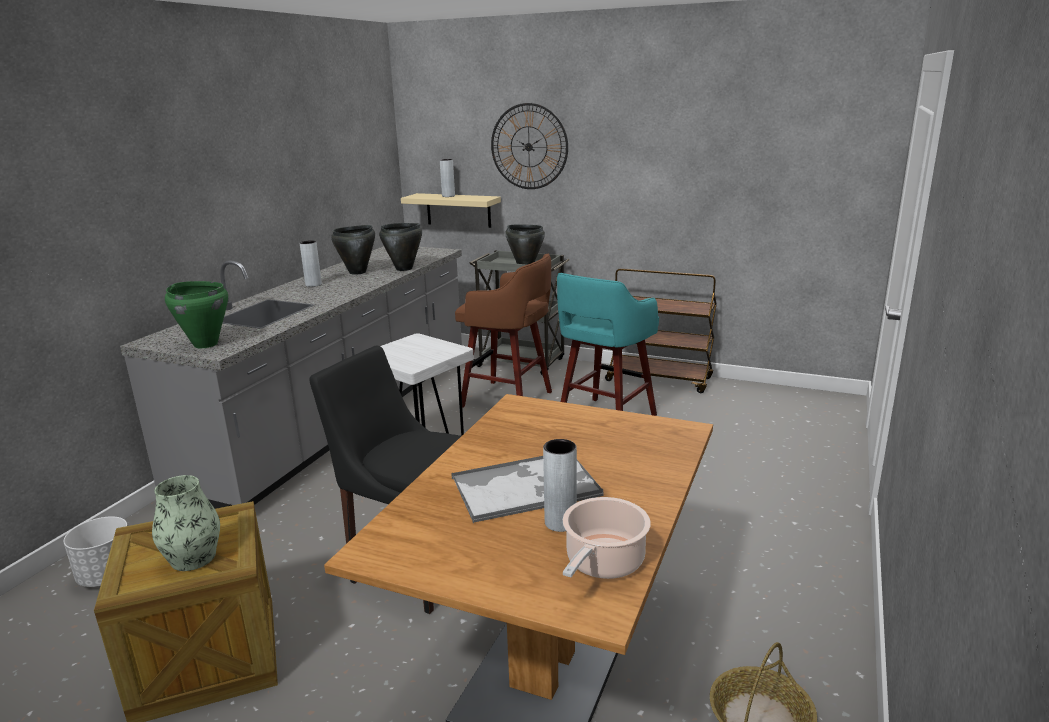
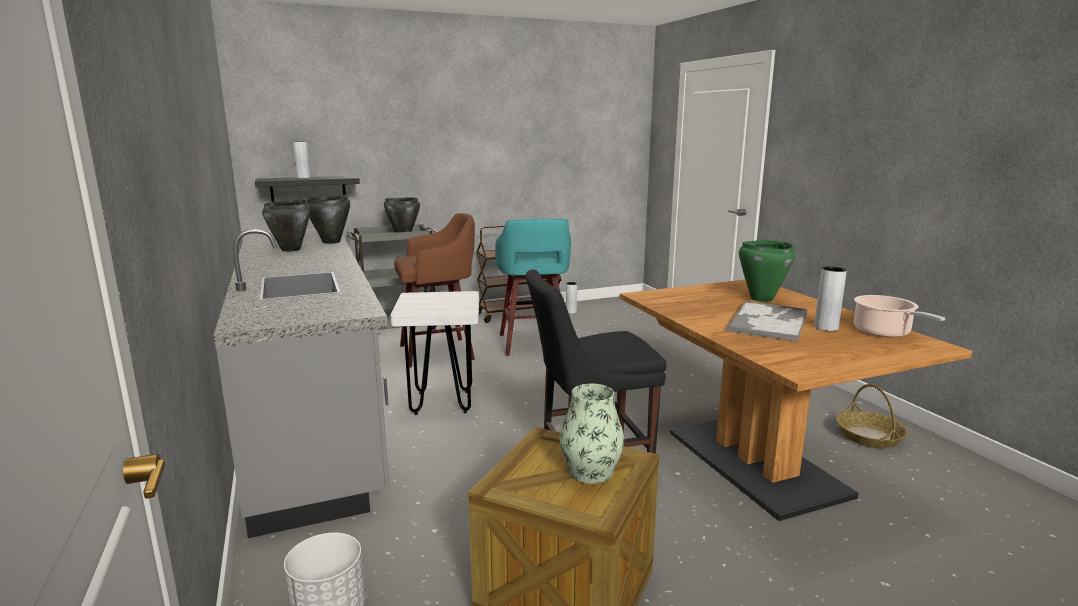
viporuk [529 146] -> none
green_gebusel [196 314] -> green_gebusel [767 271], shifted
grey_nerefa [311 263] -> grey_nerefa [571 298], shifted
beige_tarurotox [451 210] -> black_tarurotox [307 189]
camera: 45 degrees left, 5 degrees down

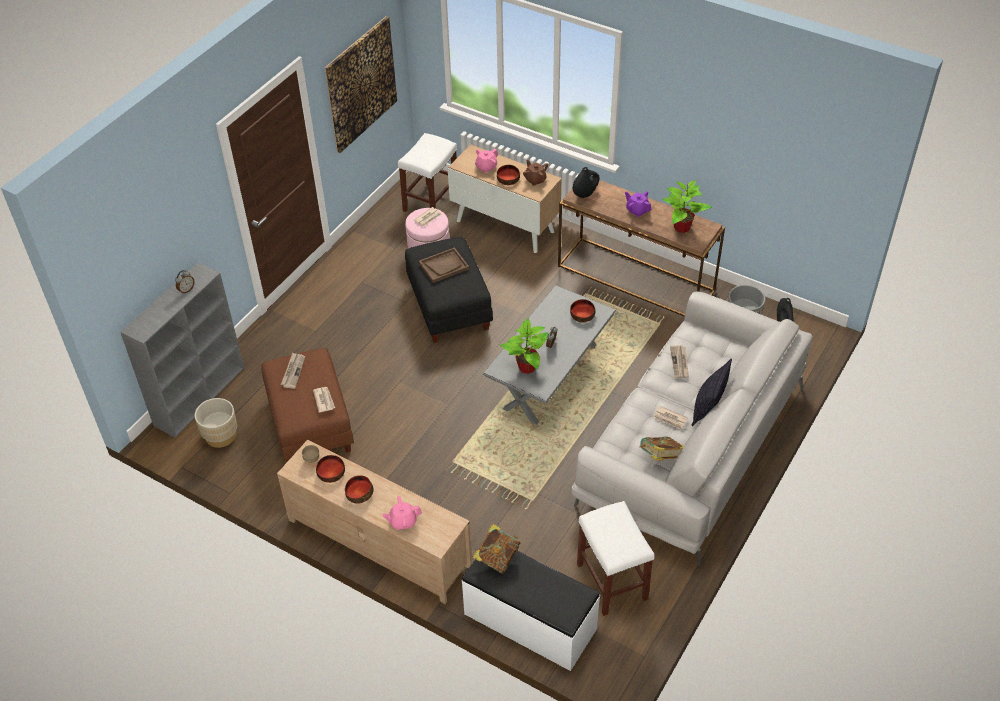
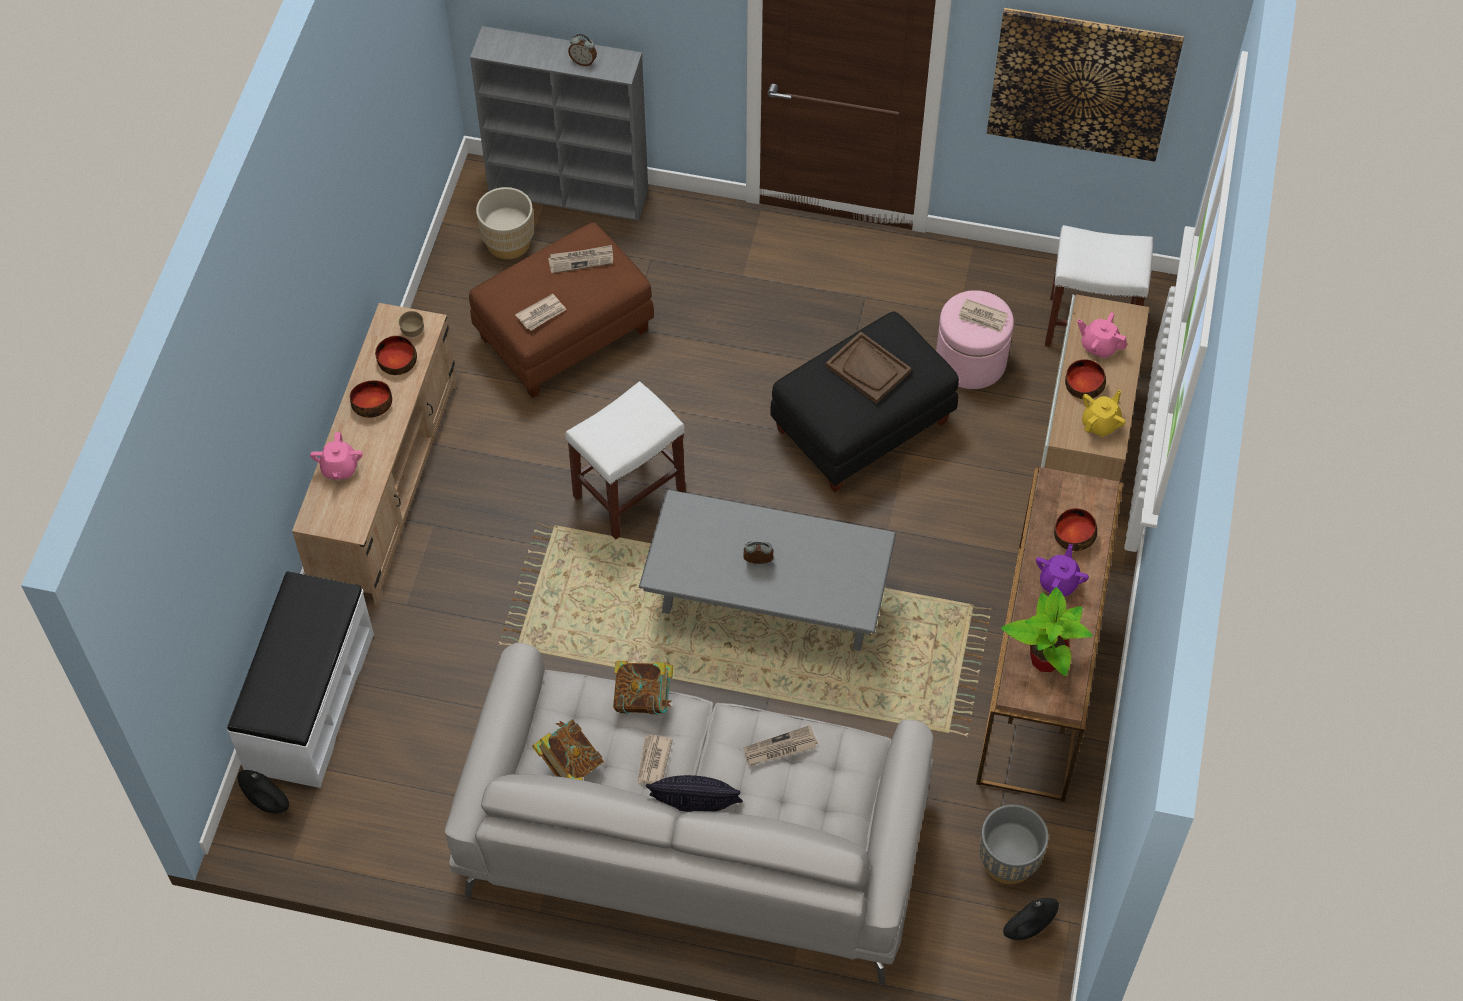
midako [524 346] -> none
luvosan [496 548] -> luvosan [643 687], shifted
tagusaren [582 311] -> tagusaren [1075 529], shifted
black_nerefa [586 182] -> black_nerefa [263 791], shifted
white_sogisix [616 558] -> white_sogisix [625 460], shifted
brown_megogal [535 173] -> yellow_megogal [1104 413]
pink_megogal [402 513] -> pink_megogal [336 456], 150 degrees counterclockwise
camera: 70 degrees right, 10 degrees up

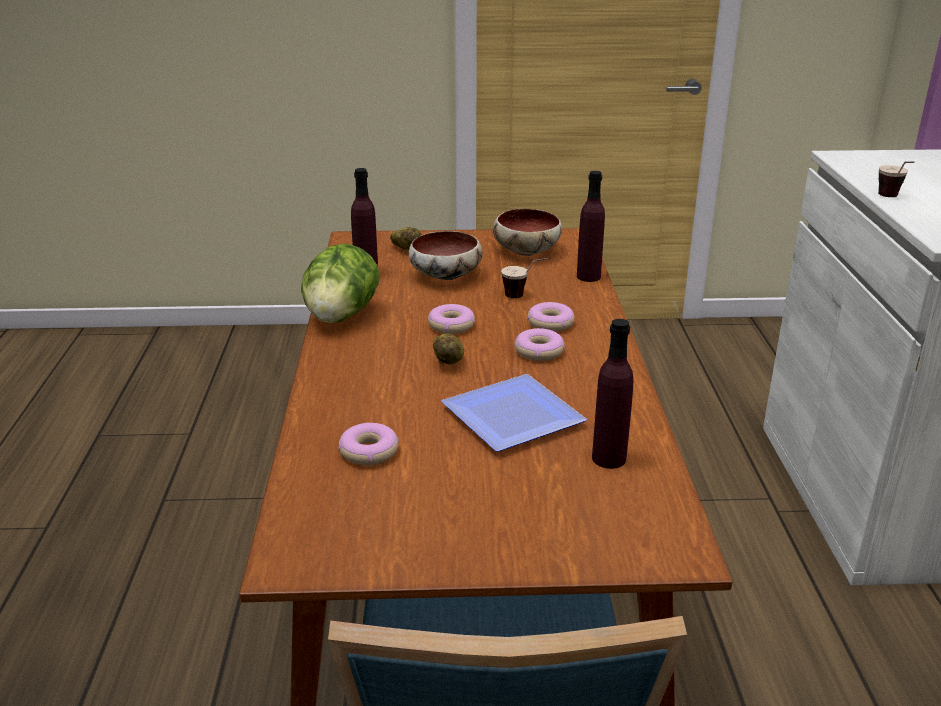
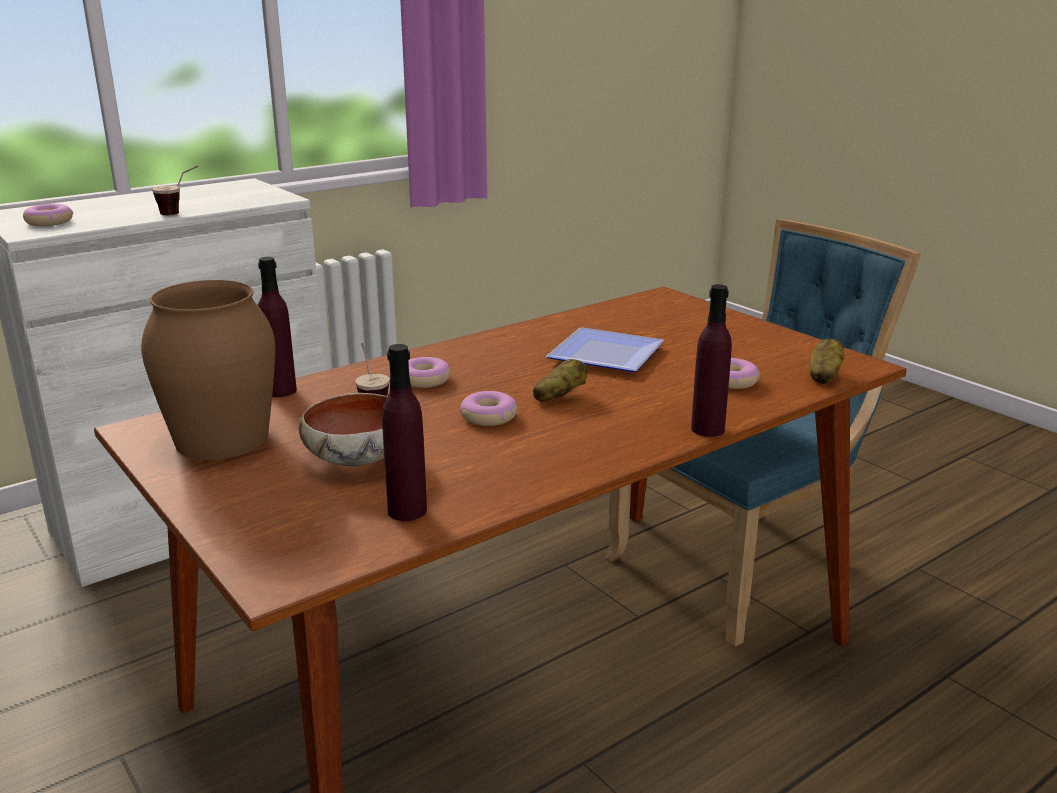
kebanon [340 283] -> none
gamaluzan [406 238] -> gamaluzan [826 361], shifted
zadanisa [539 344] -> zadanisa [48 215], shifted
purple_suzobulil [613 394] -> purple_suzobulil [711 360], shifted
tagusaren [527 232] -> brown_nerefa [208 370]
camera: 125 degrees left, 5 degrees down

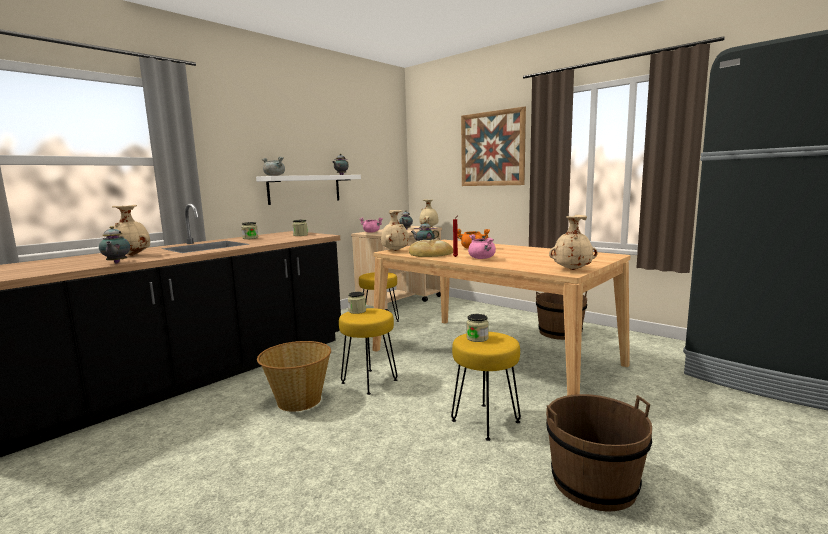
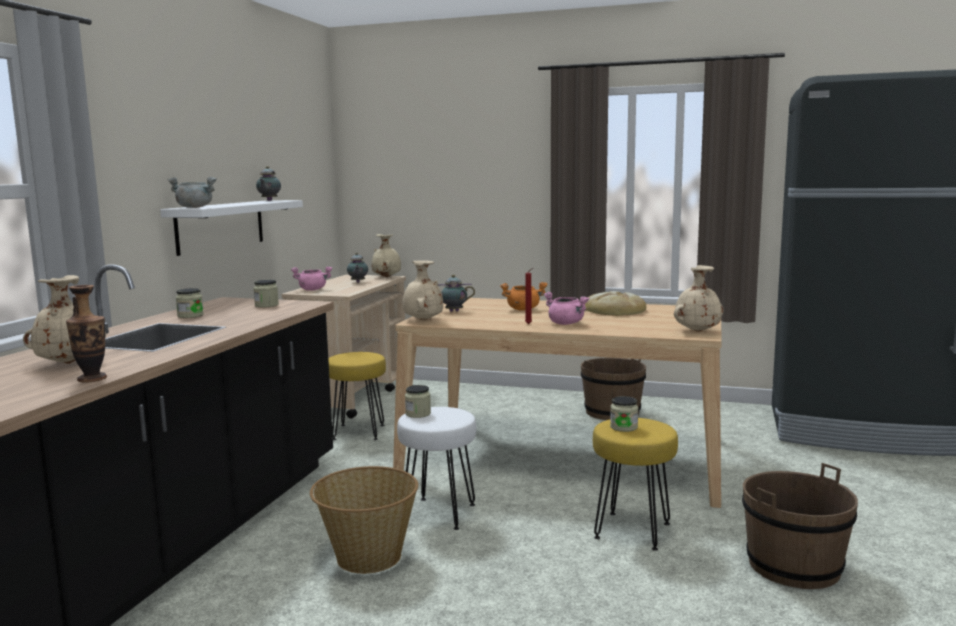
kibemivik [493 146] -> none
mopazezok [431 248] -> mopazezok [615 303], shifted
megogal [114 244] -> nerefa [86 333]
yellow_sogisix [368 351] -> white_sogisix [436 468]
camera: 25 degrees left, 0 degrees up

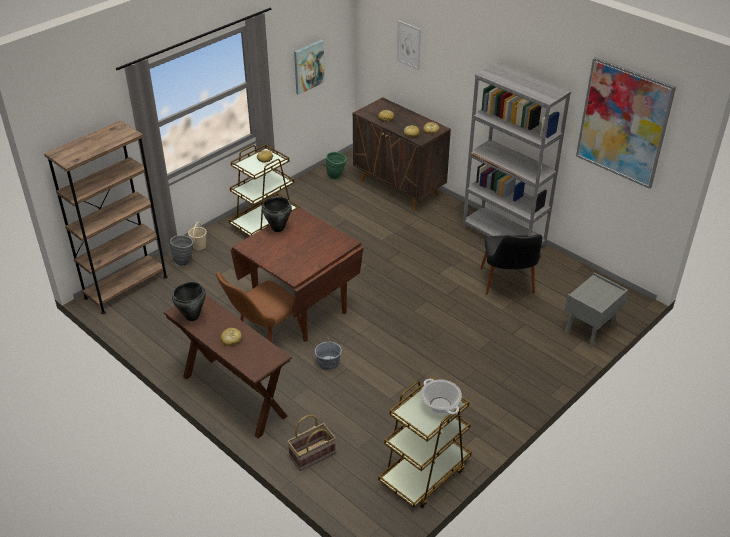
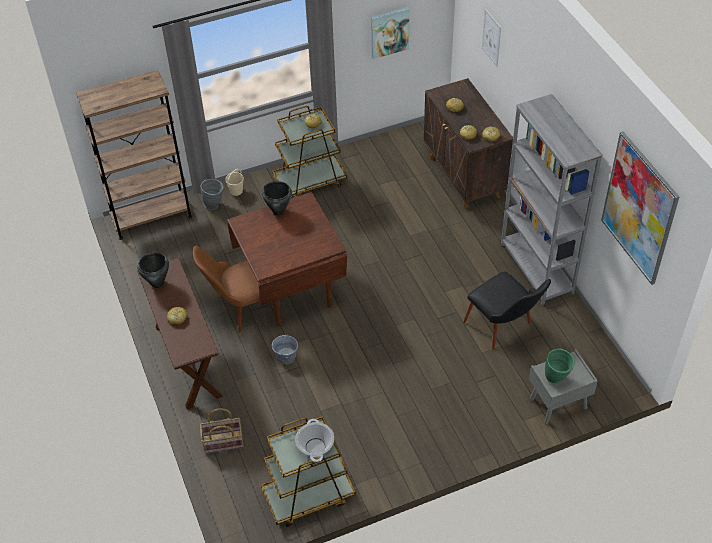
green_nerefa [336 166] -> green_nerefa [560 366], shifted
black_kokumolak [511 264] -> black_kokumolak [507 310], 60 degrees counterclockwise
camera: 25 degrees right, 10 degrees up

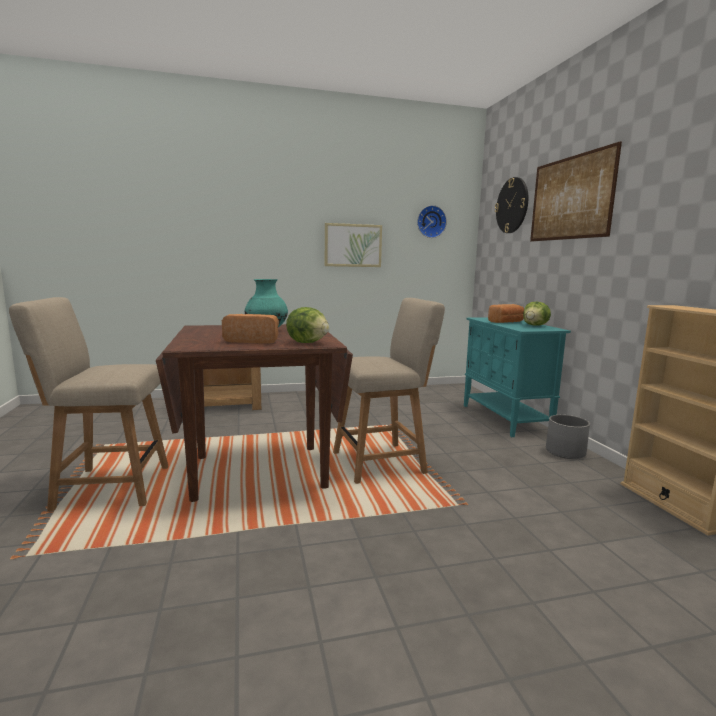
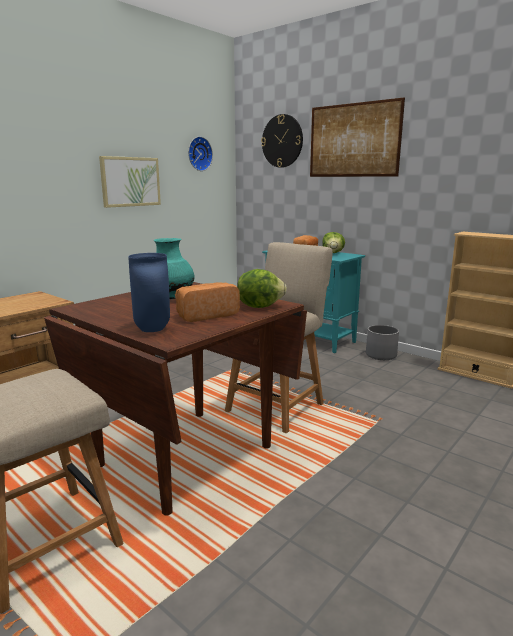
none -> blue_nerefa [149 292]
camera: 35 degrees left, 5 degrees up

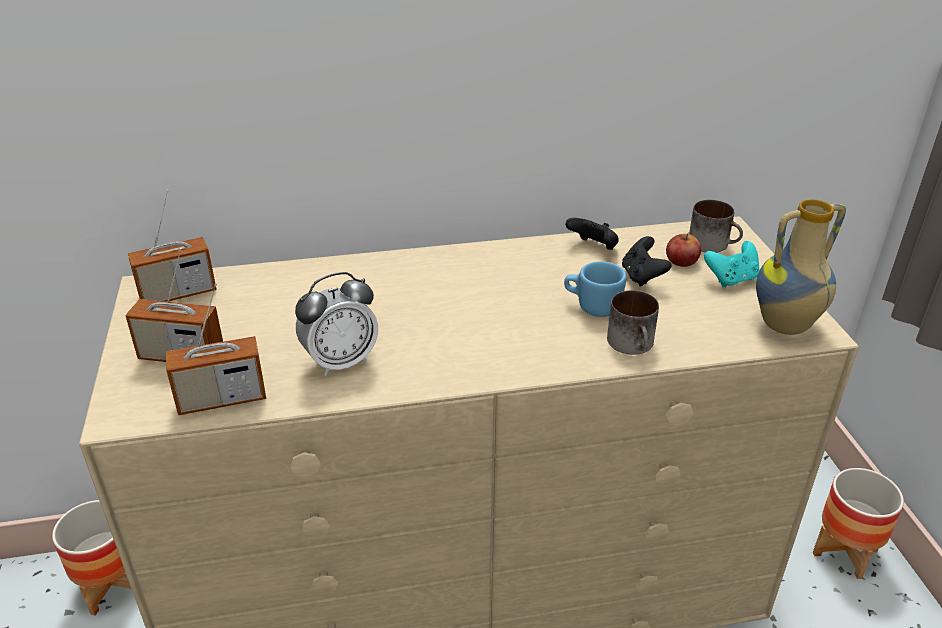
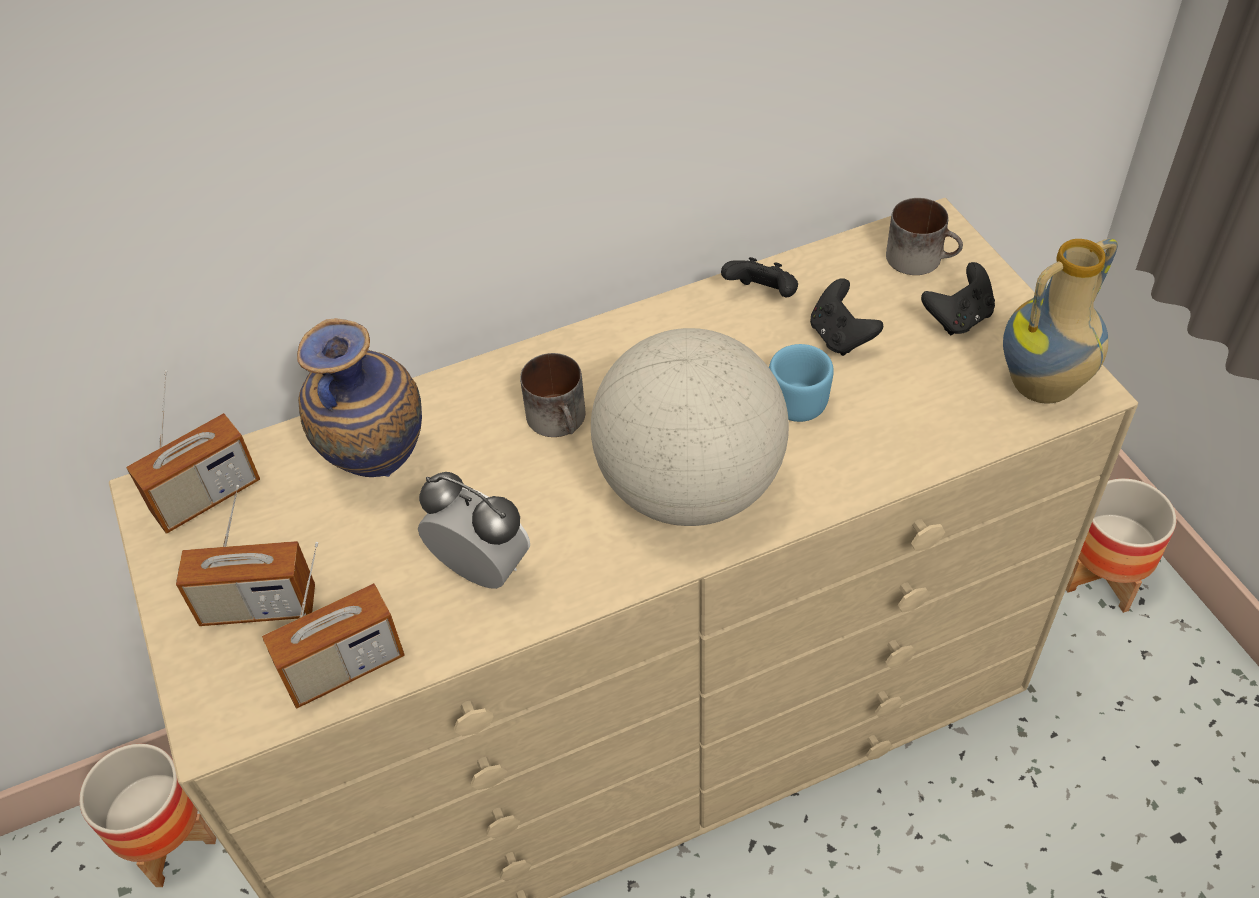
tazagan [683 249] -> none
none -> nerefa [359 397]
none -> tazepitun [690 427]
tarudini [633 322] -> tarudini [553 395], shifted
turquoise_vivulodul [731 264] -> black_vivulodul [958 298]
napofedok [336 324] -> napofedok [474 530], 105 degrees counterclockwise
camera: 10 degrees left, 15 degrees up

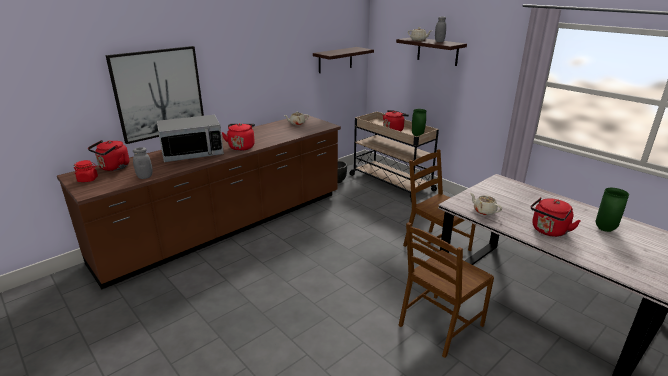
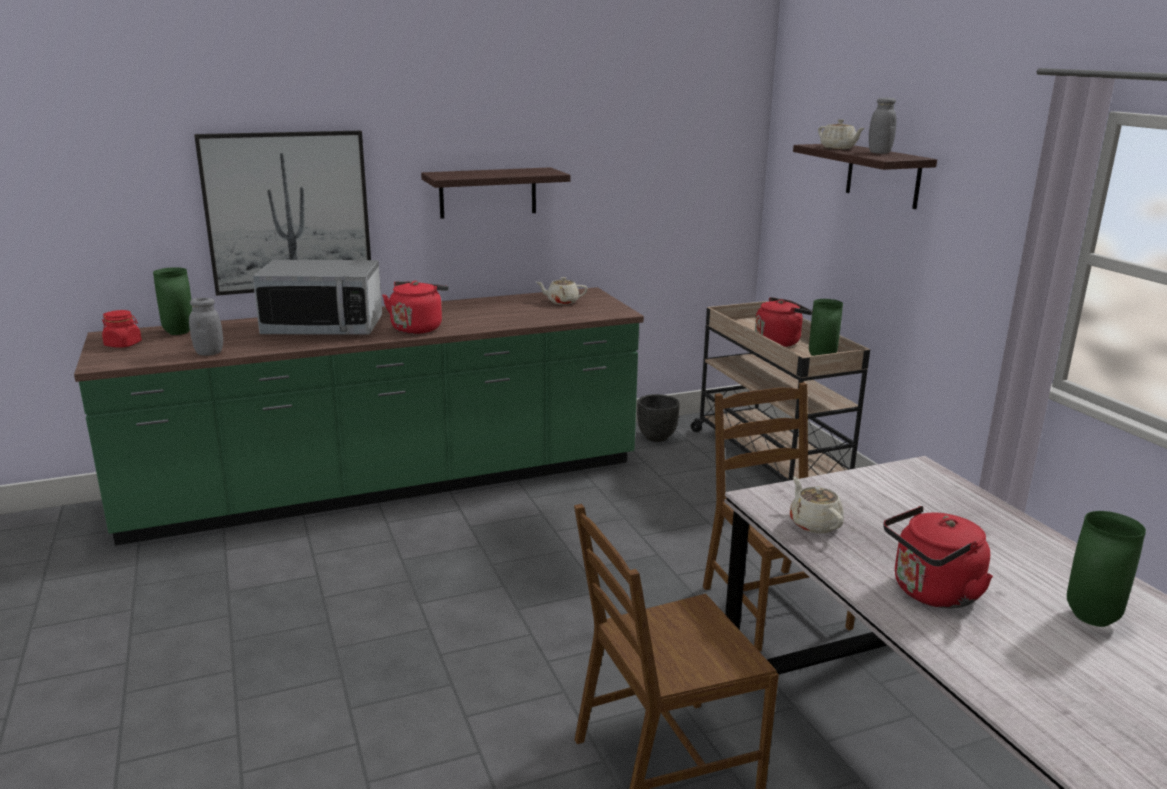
tarurotox [343 60] -> tarurotox [496 193], shifted
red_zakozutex [108 155] -> green_nerefa [172 301]
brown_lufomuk [199 201] -> green_lufomuk [359 416]
camera: 20 degrees right, 5 degrees down

